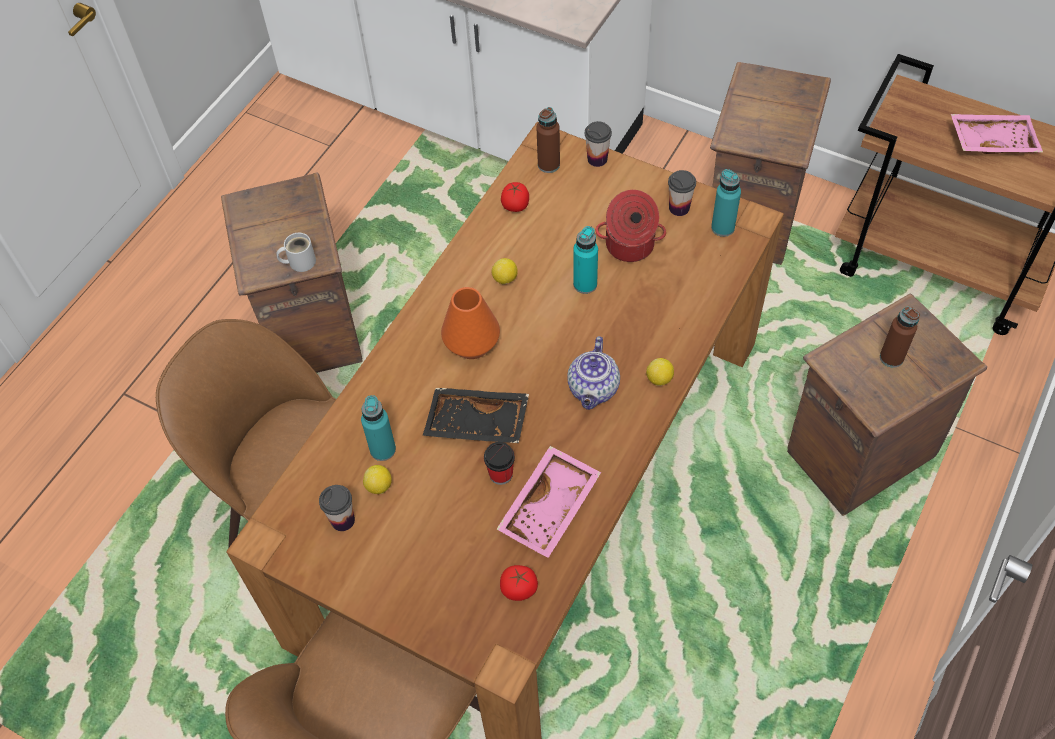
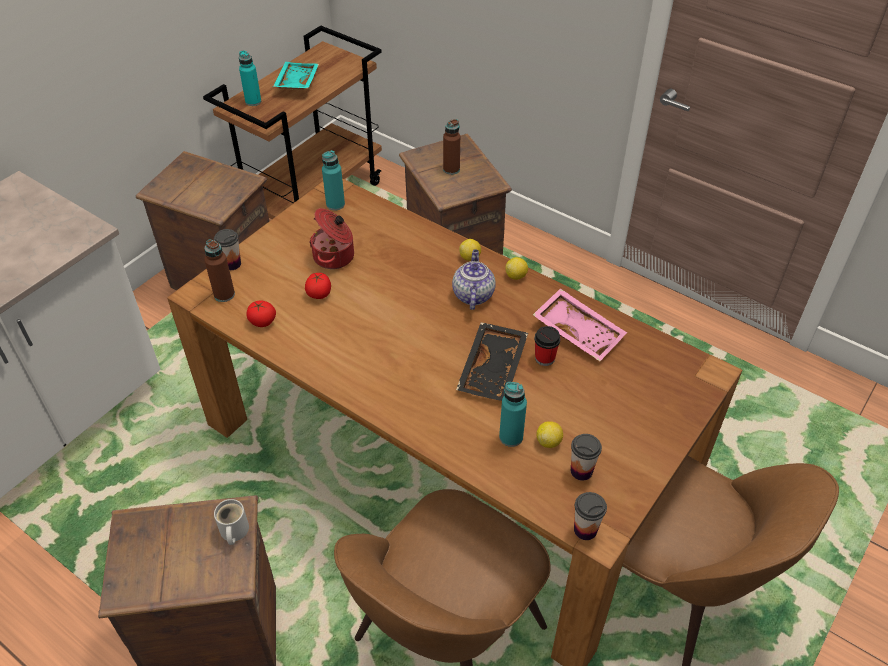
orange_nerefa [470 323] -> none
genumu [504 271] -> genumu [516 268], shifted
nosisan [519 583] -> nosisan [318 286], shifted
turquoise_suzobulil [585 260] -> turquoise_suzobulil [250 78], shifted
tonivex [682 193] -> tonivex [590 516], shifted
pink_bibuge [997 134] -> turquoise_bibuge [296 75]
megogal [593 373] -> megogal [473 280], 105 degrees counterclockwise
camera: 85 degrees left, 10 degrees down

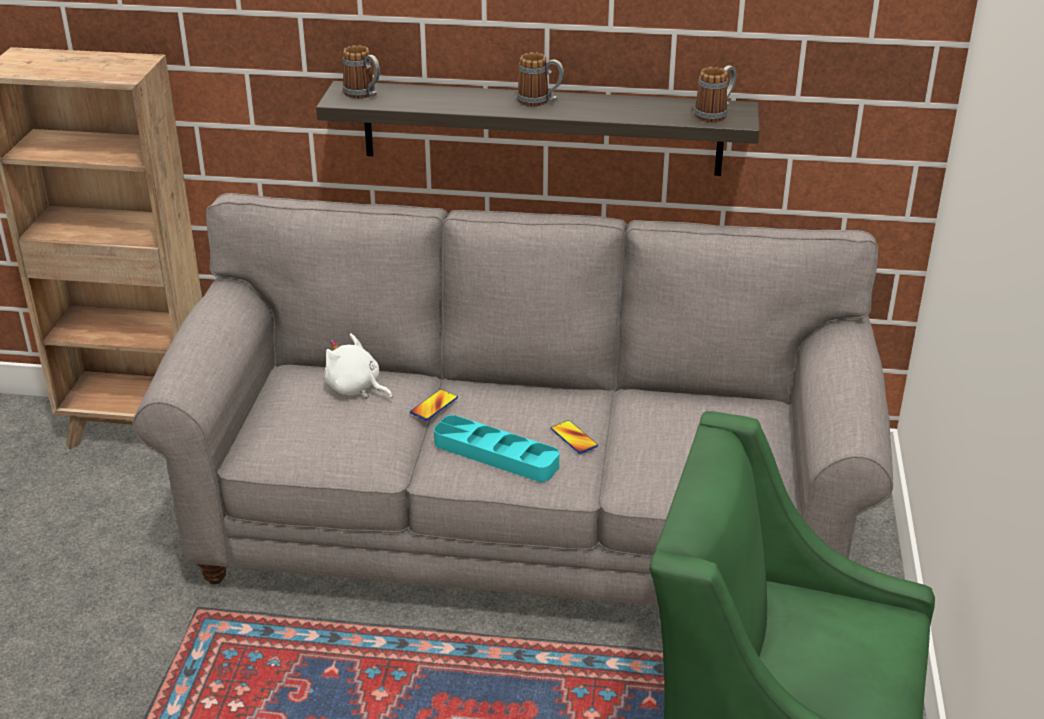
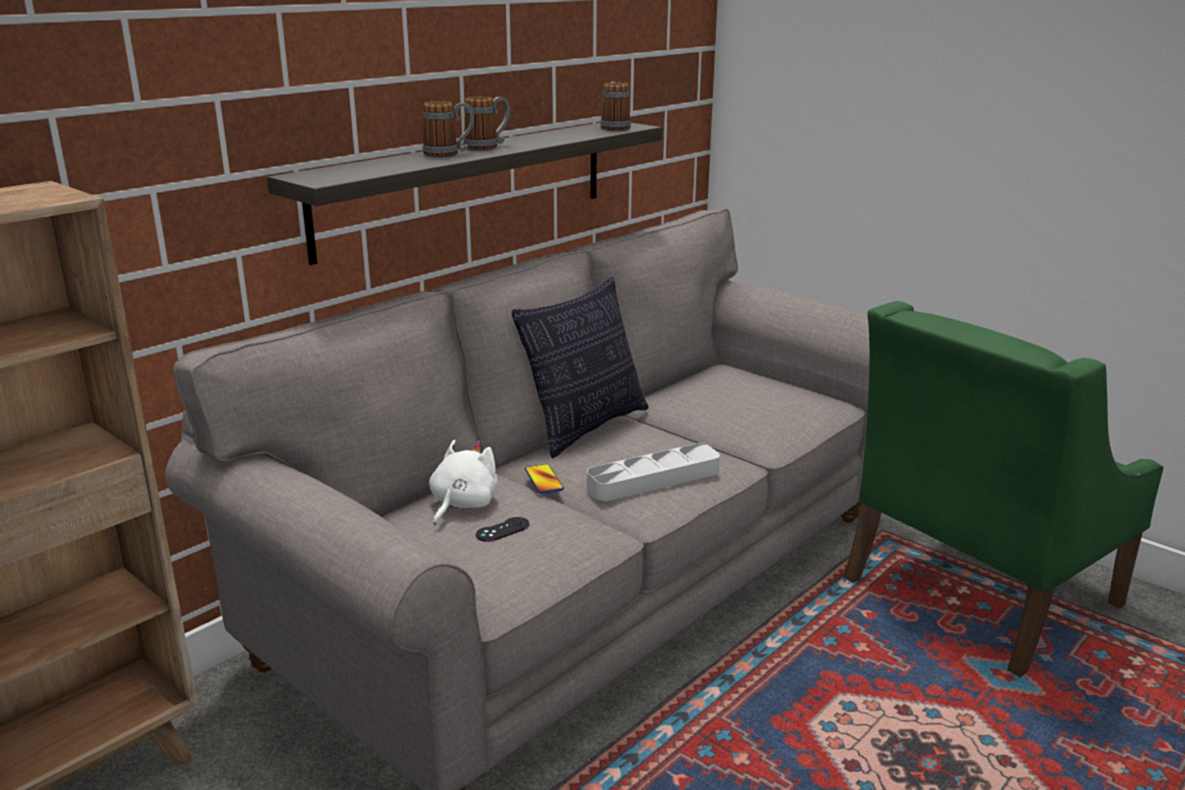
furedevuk [574 437] -> none
none -> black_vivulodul [502 529]
none -> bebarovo [580 367]
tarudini [361 72] -> tarudini [448 129], shifted
turquoise_bibuge [496 448] -> grey_bibuge [653 472]
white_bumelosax [358 366] -> white_bumelosax [463 482], 135 degrees clockwise
camera: 55 degrees left, 10 degrees down

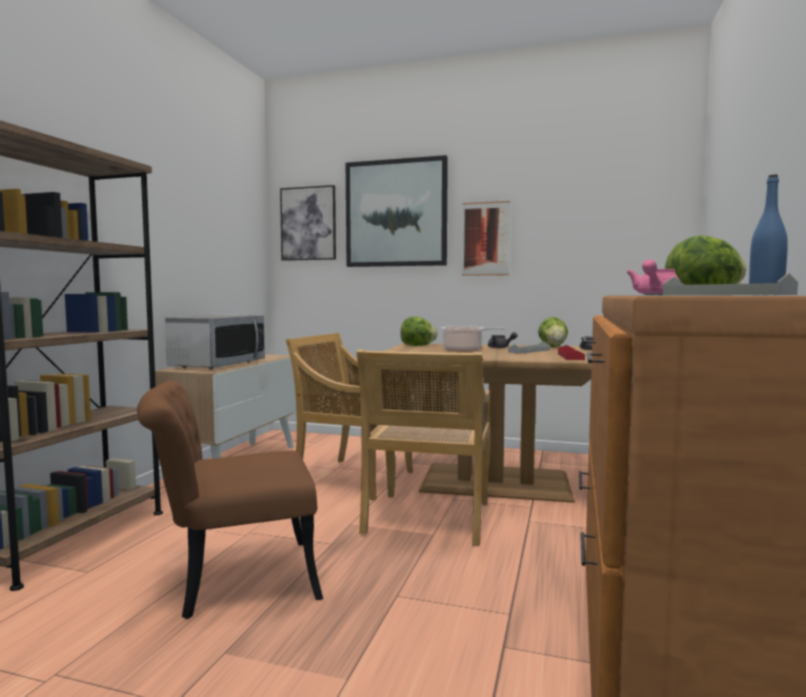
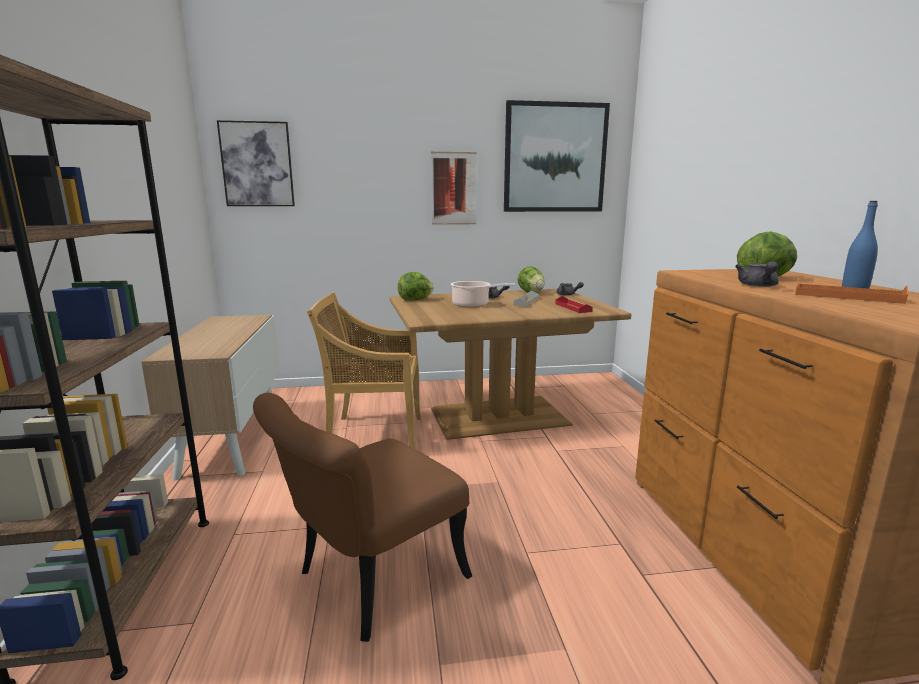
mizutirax [215 342] -> none
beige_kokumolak [424 448] -> none
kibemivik [397 211] -> kibemivik [557 156], shifted
pink_megogal [653 277] -> grey_megogal [757 274]
grey_bibuge [730 284] -> orange_bibuge [851 291]
camera: 25 degrees left, 10 degrees up

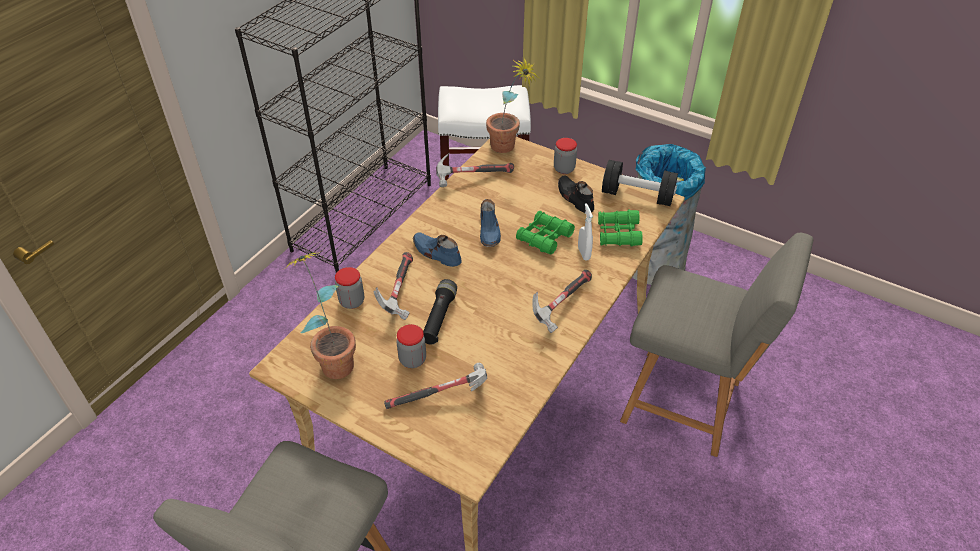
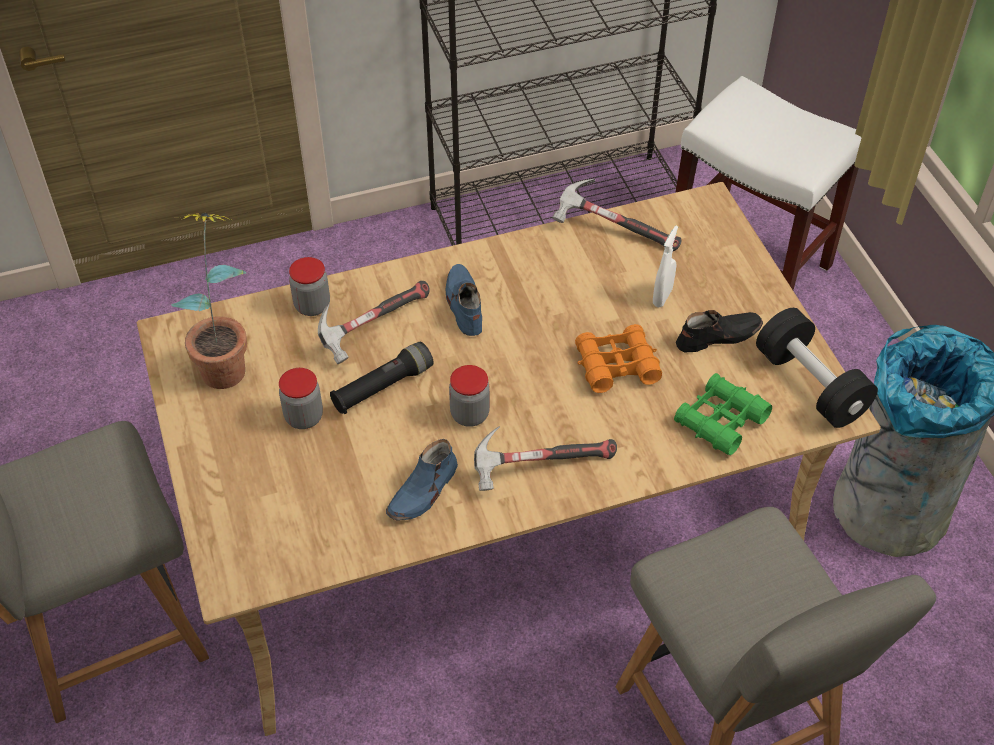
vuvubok [435 386] -> none
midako [512 105] -> none
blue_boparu [490 223] -> blue_boparu [422 479], shifted
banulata [565 156] -> banulata [469 396], shifted
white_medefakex [585 231] -> white_medefakex [665 266], shifted
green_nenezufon [545 232] -> orange_nenezufon [618 358]
black_boparu [576 194] -> black_boparu [719 331], 60 degrees clockwise
camera: 40 degrees right, 5 degrees up

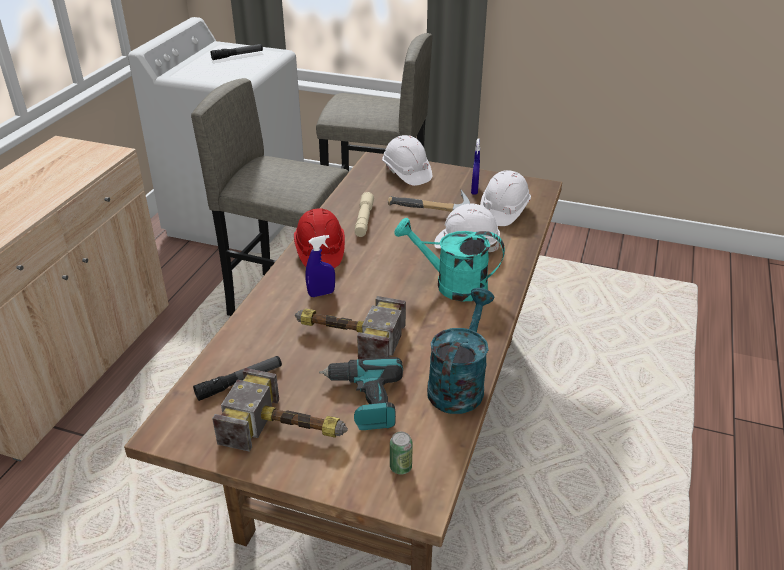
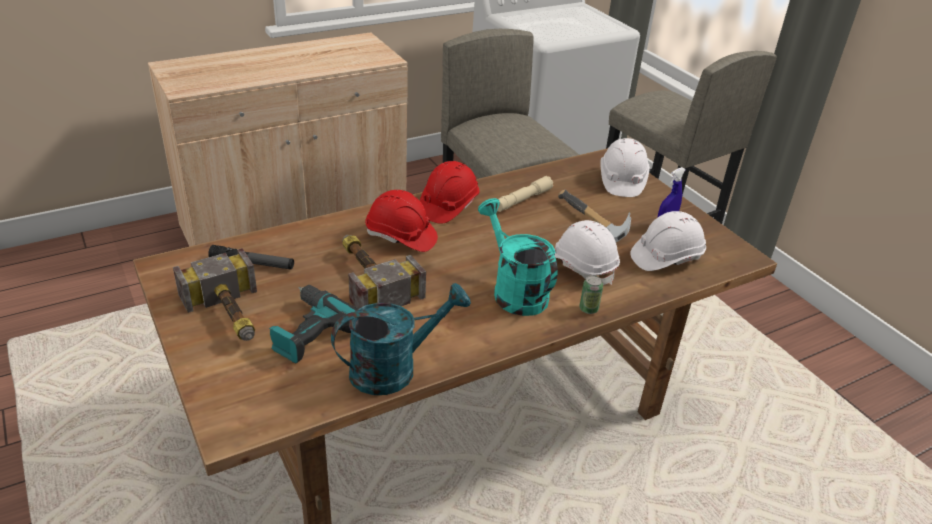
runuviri [237 52] -> none
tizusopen [401 453] -> tizusopen [591 294], shifted
blue_medefakex [320 266] -> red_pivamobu [401 221]
camera: 40 degrees right, 0 degrees up

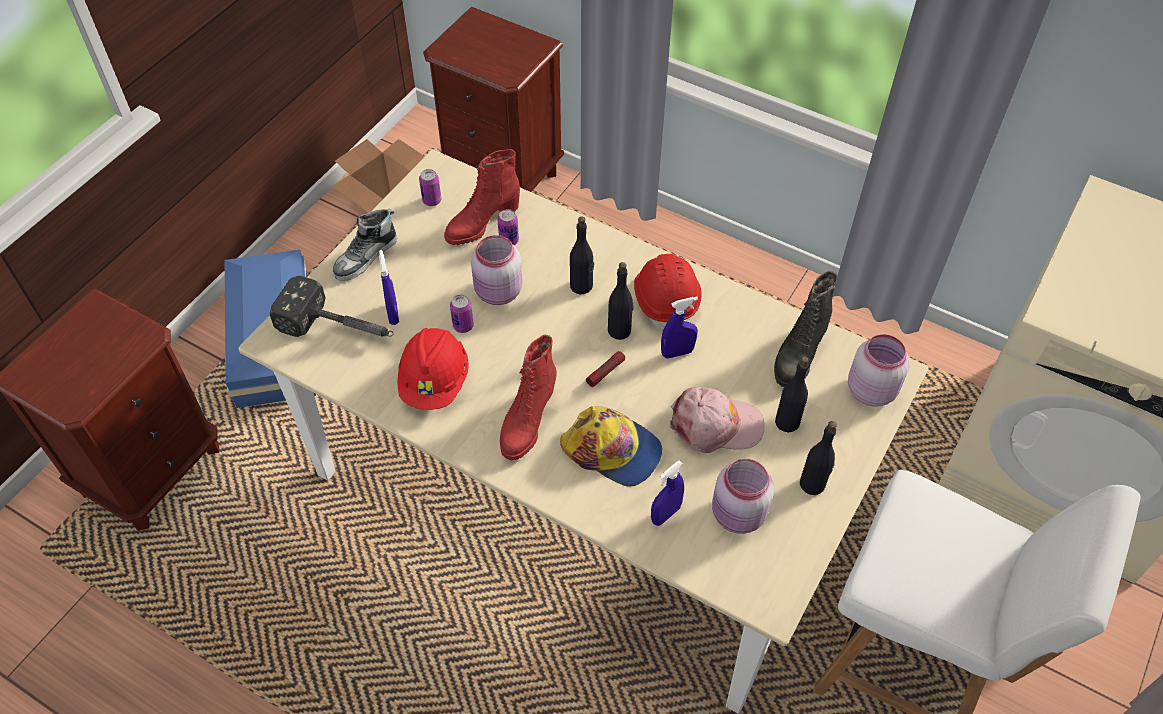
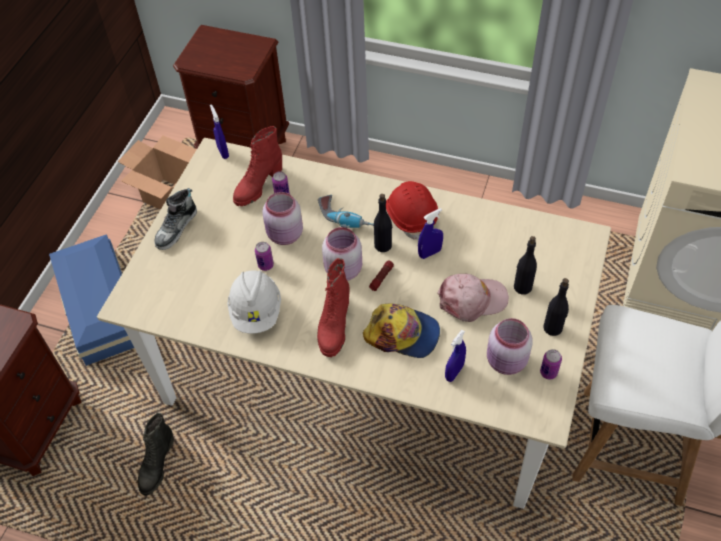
vuvubok [332 306] -> none
blue_medefakex [389 287] -> blue_medefakex [219 131], shifted
tizusopen [430 187] -> tizusopen [551 364], shifted
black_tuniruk [805 329] -> black_tuniruk [156 454], shifted
pink_banulata [878 370] -> pink_banulata [342 254], shifted
black_suzobulil [582 255] -> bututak [346 211]
red_pivamobu [433 369] -> white_pivamobu [254 301]
camera: 10 degrees left, 0 degrees up

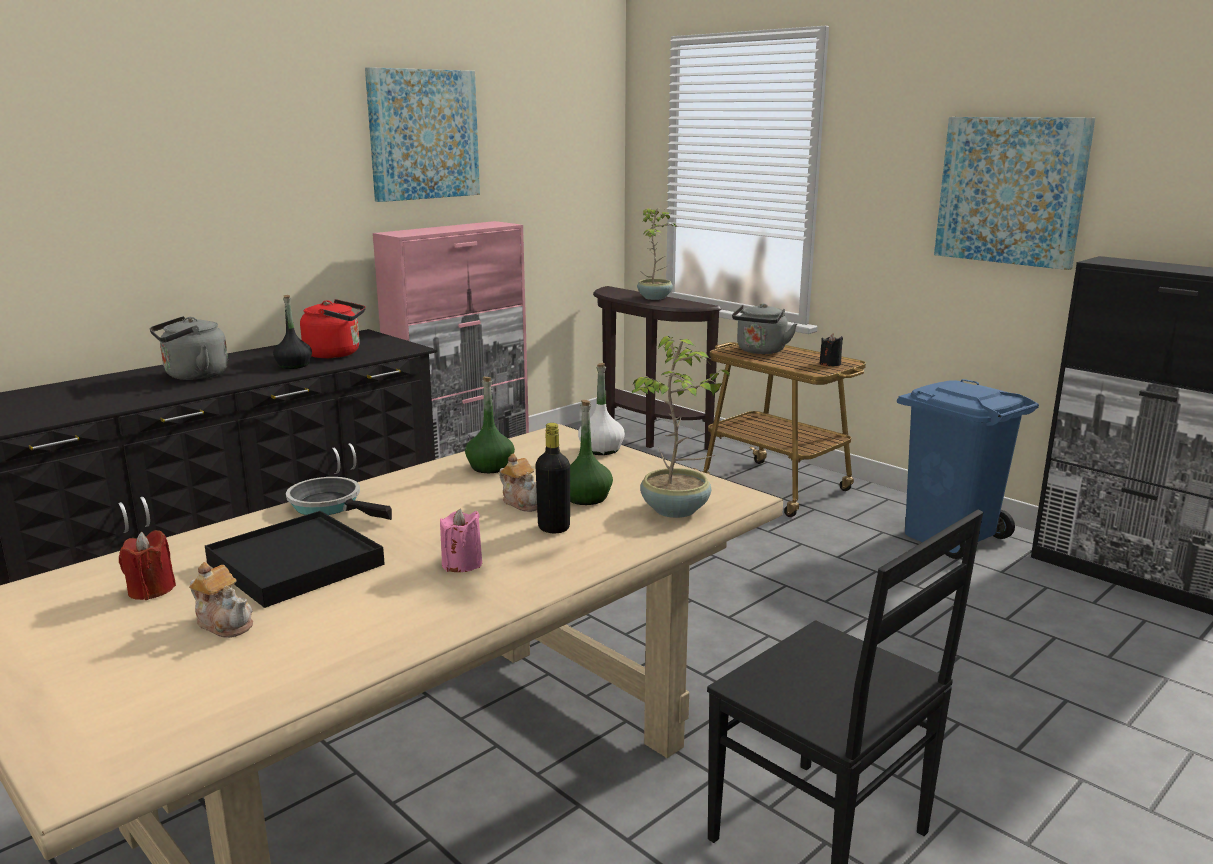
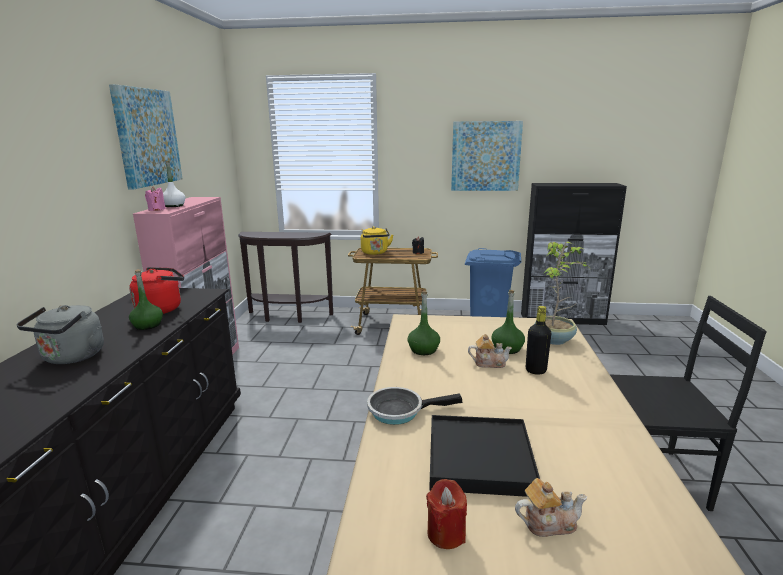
midako [657 254] -> none
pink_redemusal [461 540] -> pink_redemusal [155 199], shifted
white_suzobulil [601 409] -> white_suzobulil [174 184], shifted
black_suzobulil [292 332] -> green_suzobulil [146 299]
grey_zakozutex [764 328] -> yellow_zakozutex [377 241]
camera: 40 degrees left, 0 degrees up

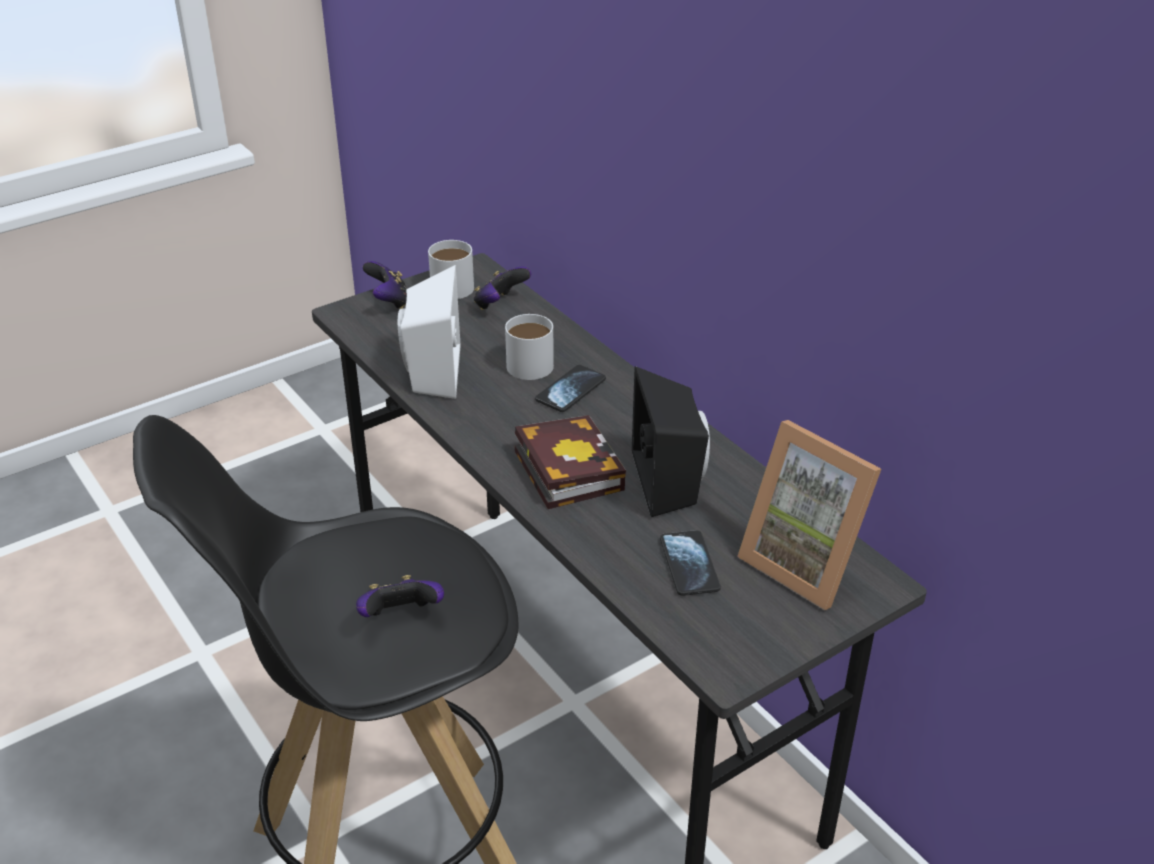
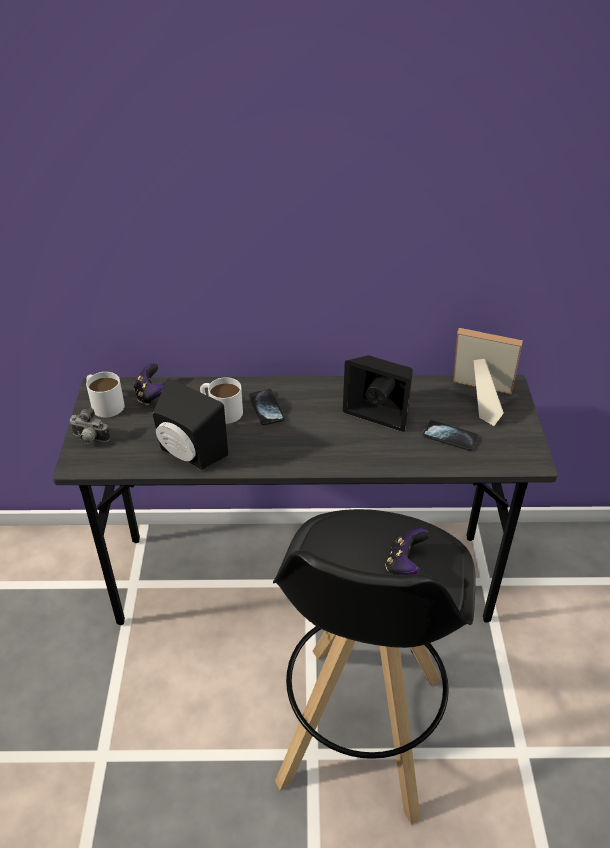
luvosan [570 462] -> none
vivulodul [385 285] -> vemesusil [89 426]
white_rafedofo [429 332] -> black_rafedofo [190 424]
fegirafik [809 515] -> fegirafik [488 377], 150 degrees counterclockwise
camera: 55 degrees left, 5 degrees up

